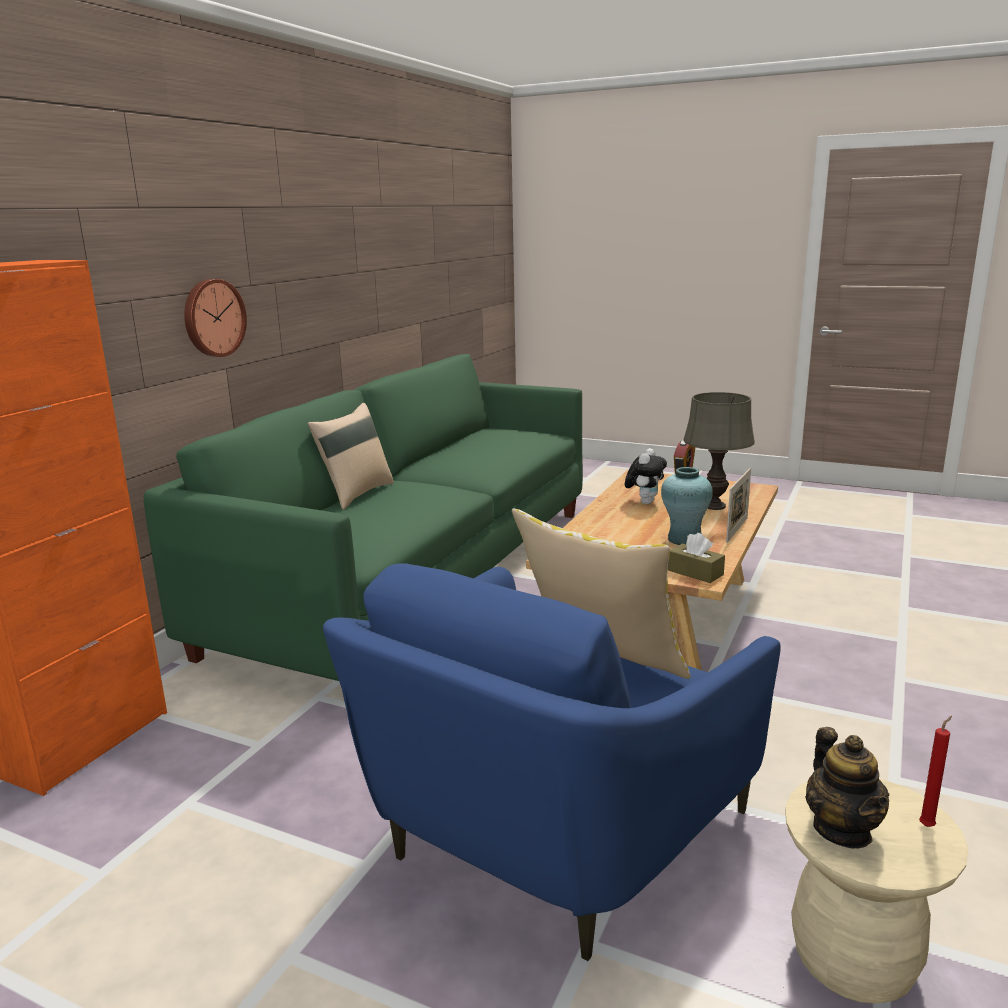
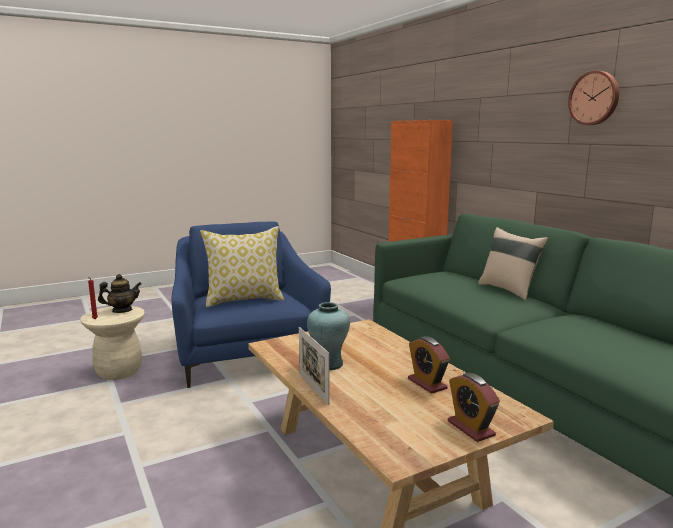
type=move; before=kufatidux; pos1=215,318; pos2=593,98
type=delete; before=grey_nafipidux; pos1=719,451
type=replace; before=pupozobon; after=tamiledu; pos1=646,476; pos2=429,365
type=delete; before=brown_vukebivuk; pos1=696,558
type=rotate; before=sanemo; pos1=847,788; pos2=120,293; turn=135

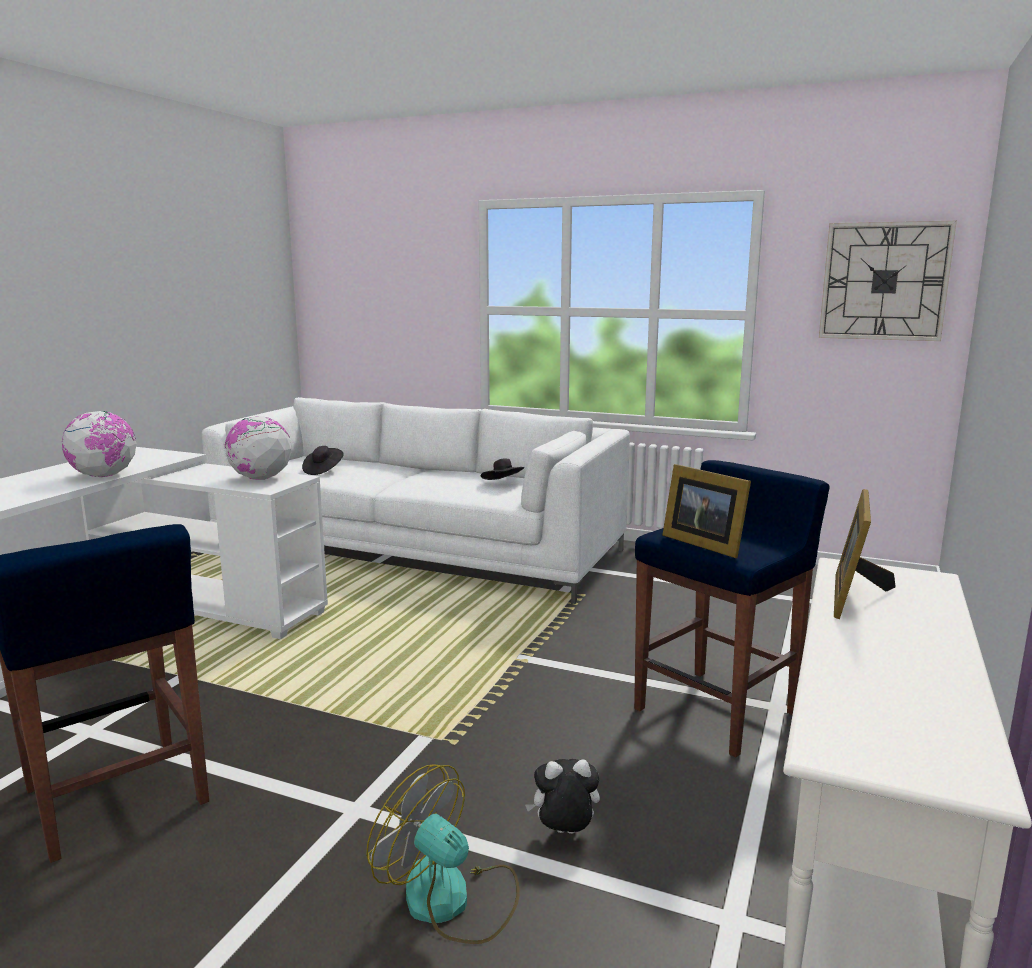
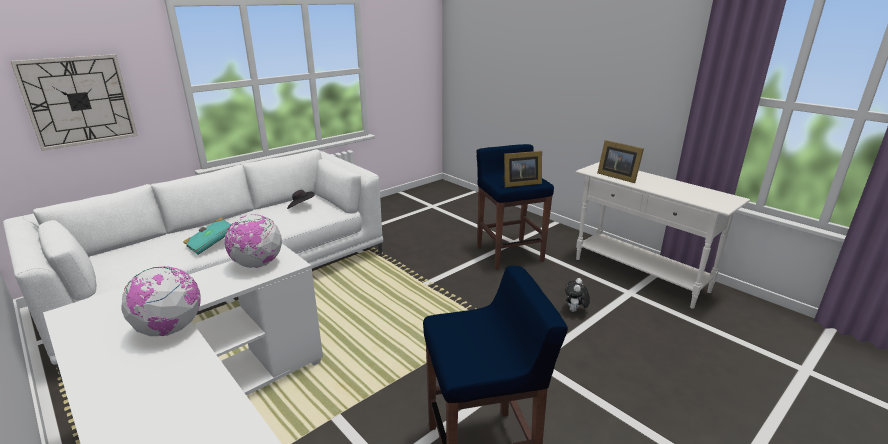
type=move; before=kufatidux; pos1=888,281; pos2=74,102
type=delete; before=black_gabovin; pos1=322,460
type=delete; before=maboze; pos1=443,854
type=insert; after=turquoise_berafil; pos2=207,236

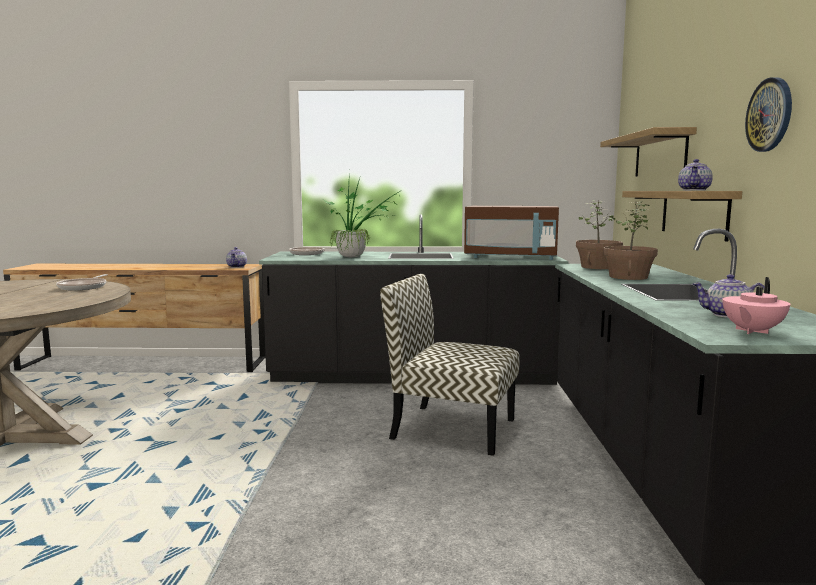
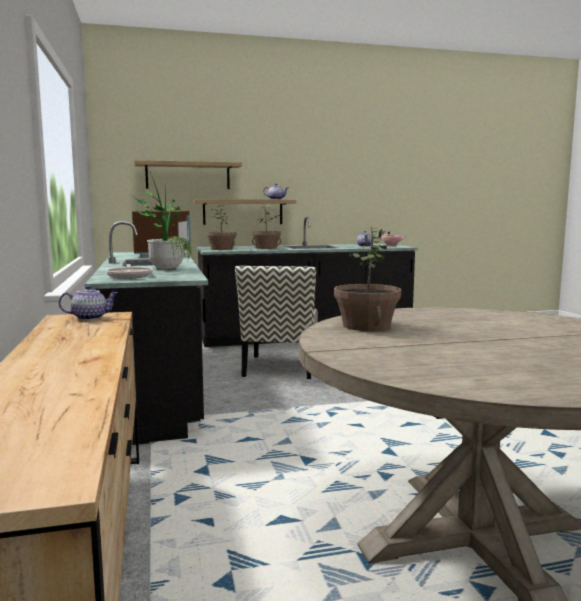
type=delete; before=kufatidux; pos1=768,114
type=replace; before=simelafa; after=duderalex; pos1=82,282; pos2=367,279

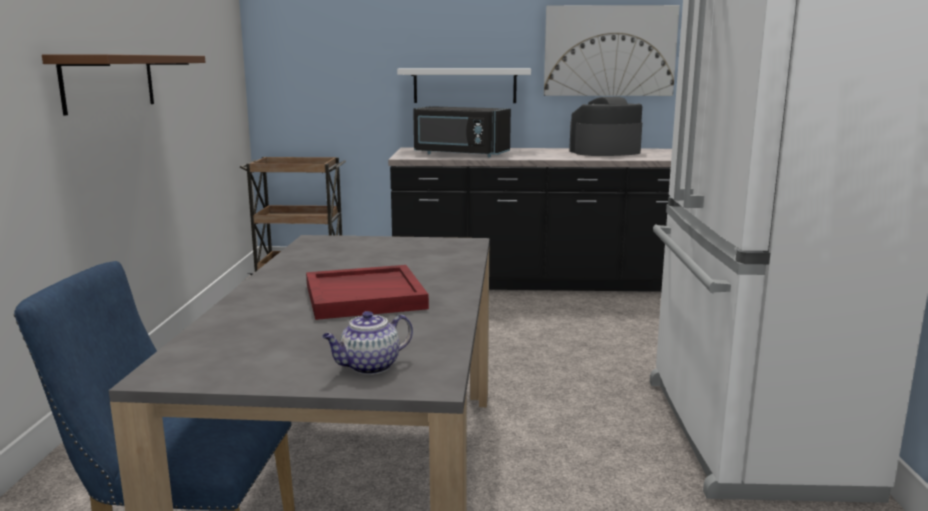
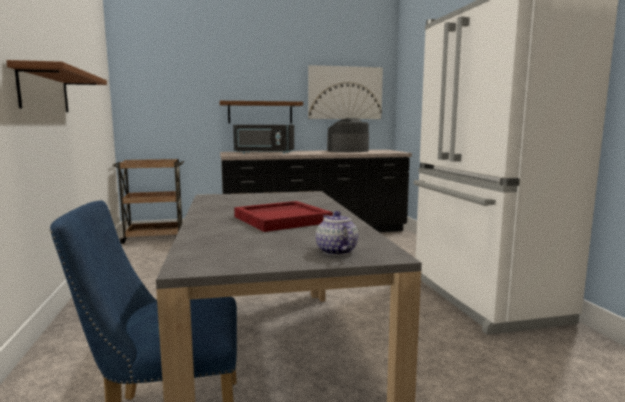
type=recolor; before=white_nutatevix; after=brown_nutatevix; pos1=464,85; pos2=261,112
type=rotate; before=sanemo; pos1=367,343; pos2=337,233; turn=120

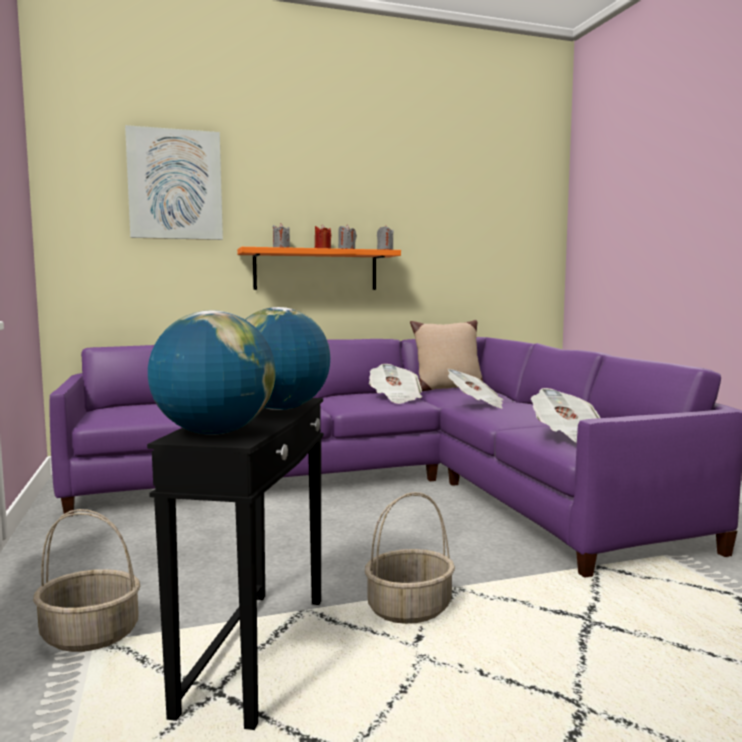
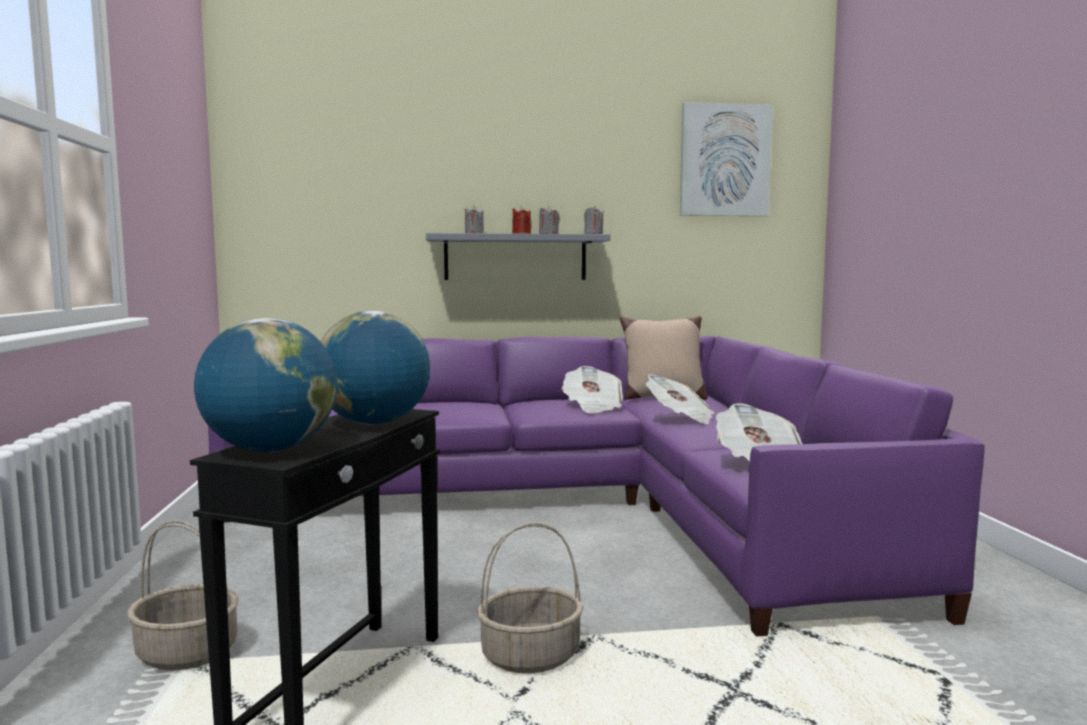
type=move; before=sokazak; pos1=174,182; pos2=726,159
type=recolor; before=orange_nutatevix; after=grey_nutatevix; pos1=319,268; pos2=518,256

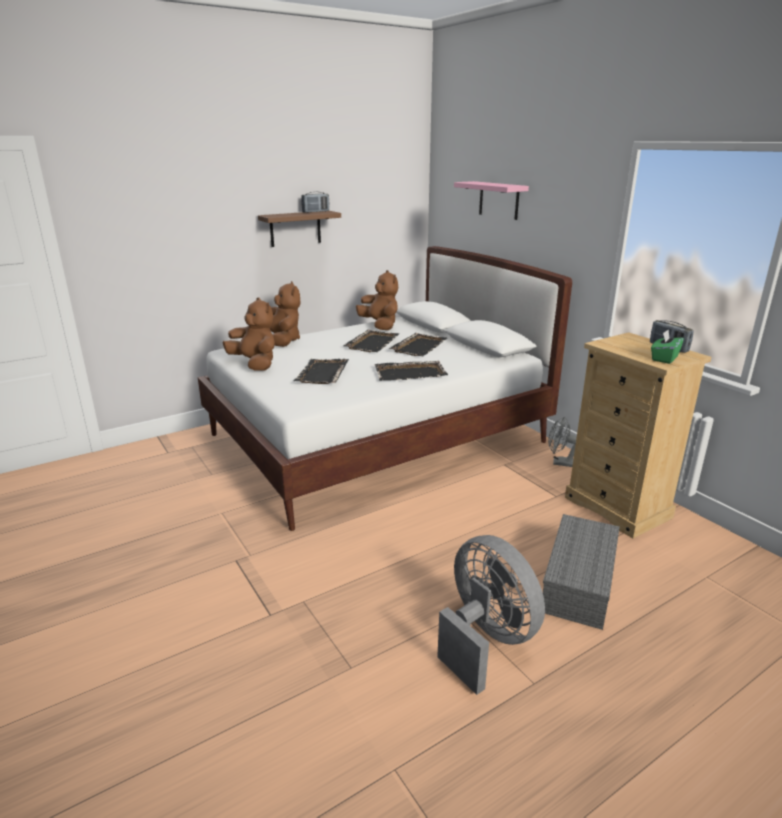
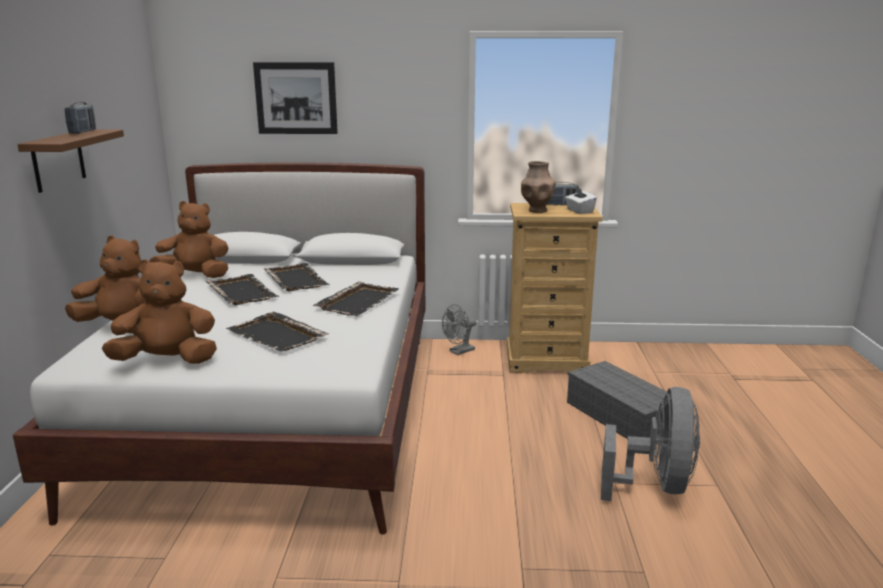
type=replace; before=pink_nutatevix; after=sokazak; pos1=491,200; pos2=295,98
type=recolor; before=green_vukebivuk; after=white_vukebivuk; pos1=667,347; pos2=581,200
type=rotate; before=grey_maboze; pos1=491,615; pos2=650,444; turn=105
type=insert; after=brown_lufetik; pos2=538,187

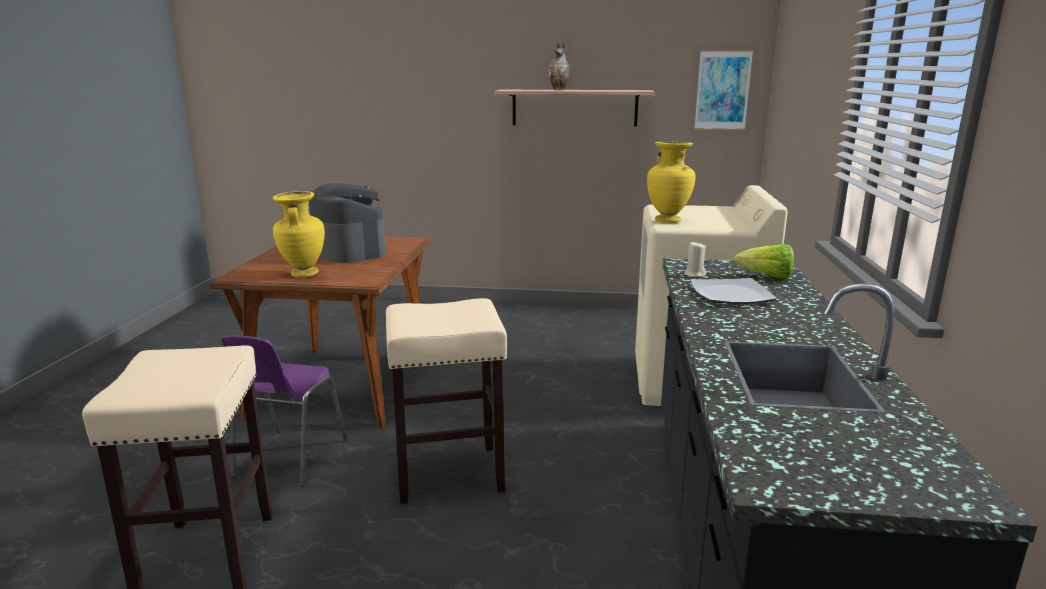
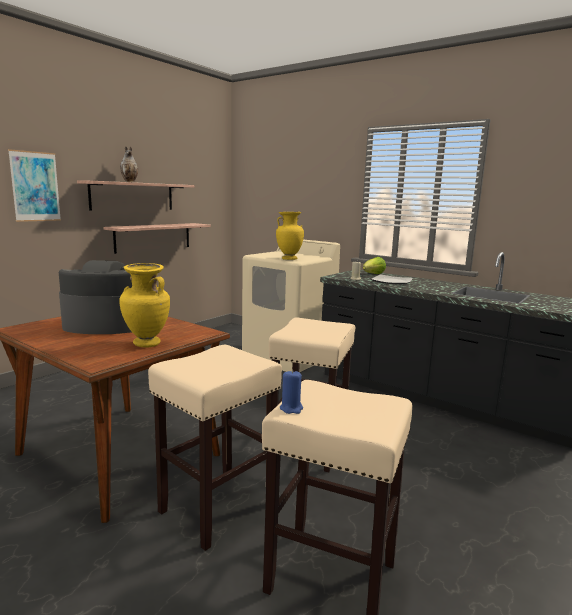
type=move; before=sokazak; pos1=723,90; pos2=34,185
type=replace; before=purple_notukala; after=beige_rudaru; pos1=284,411; pos2=215,448
type=insert; after=nutatevix; pos2=157,238
type=insert; after=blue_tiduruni; pos2=291,392

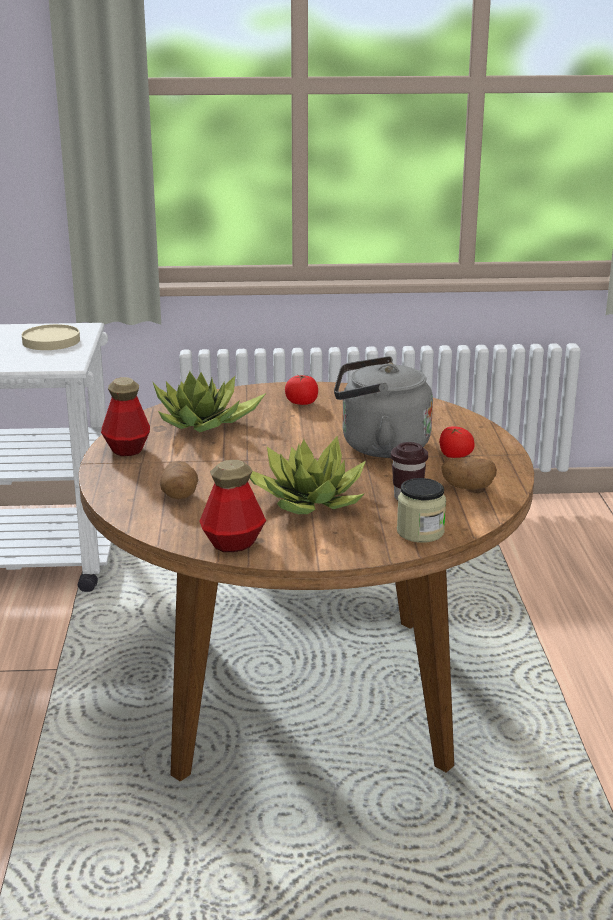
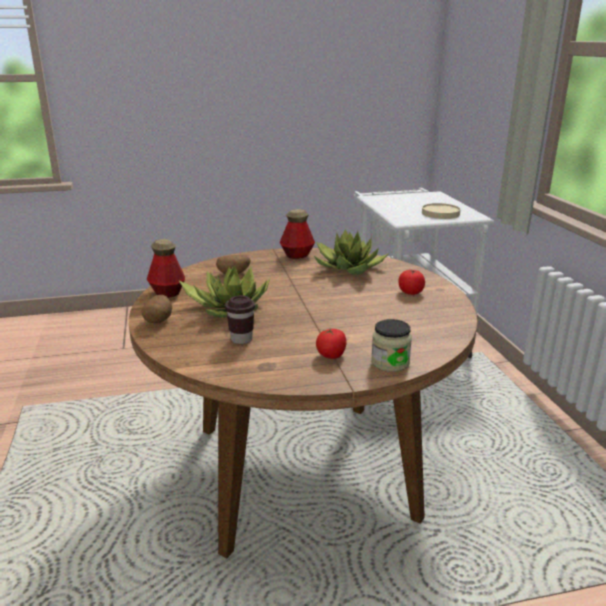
type=delete; before=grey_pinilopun; pos1=383,407
type=move; before=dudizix; pos1=469,473; pos2=156,309
type=move; before=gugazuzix; pos1=421,510; pos2=391,345

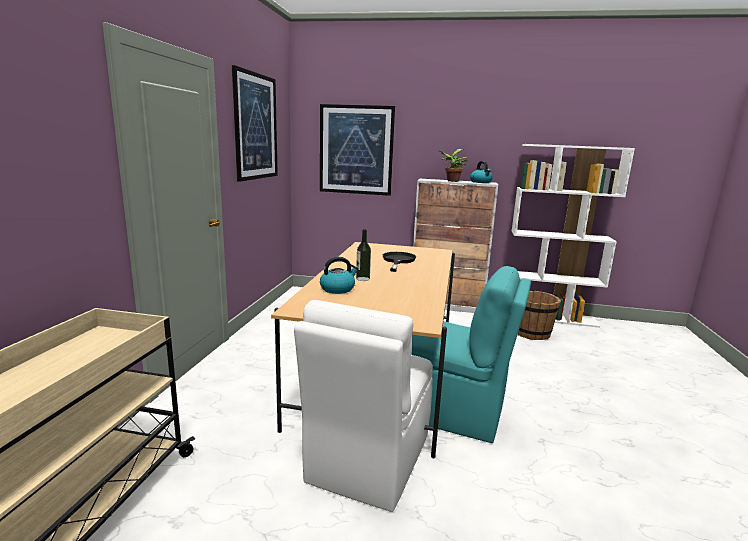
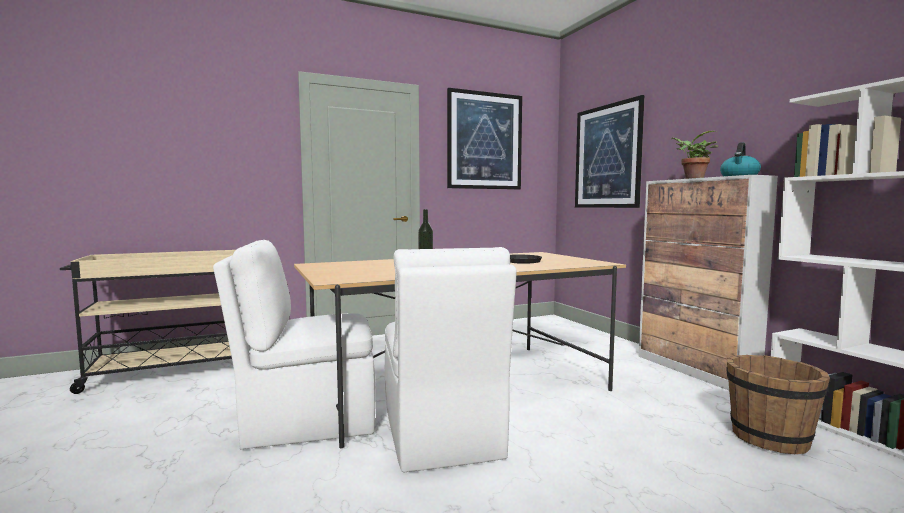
type=delete; before=pinilopun; pos1=339,275
type=recolor; before=turquoise_notukala; after=white_notukala; pos1=471,354; pos2=450,359

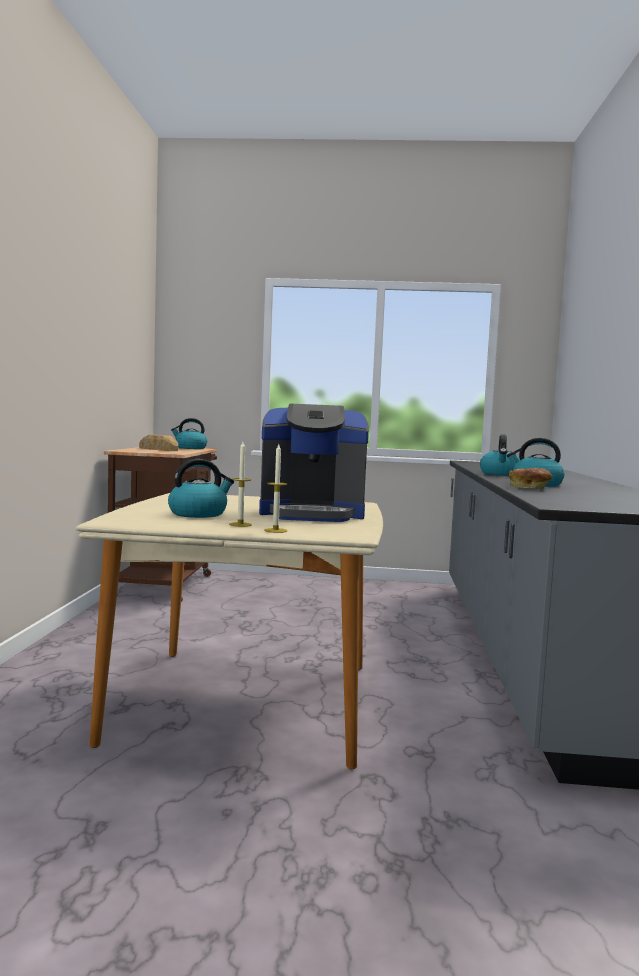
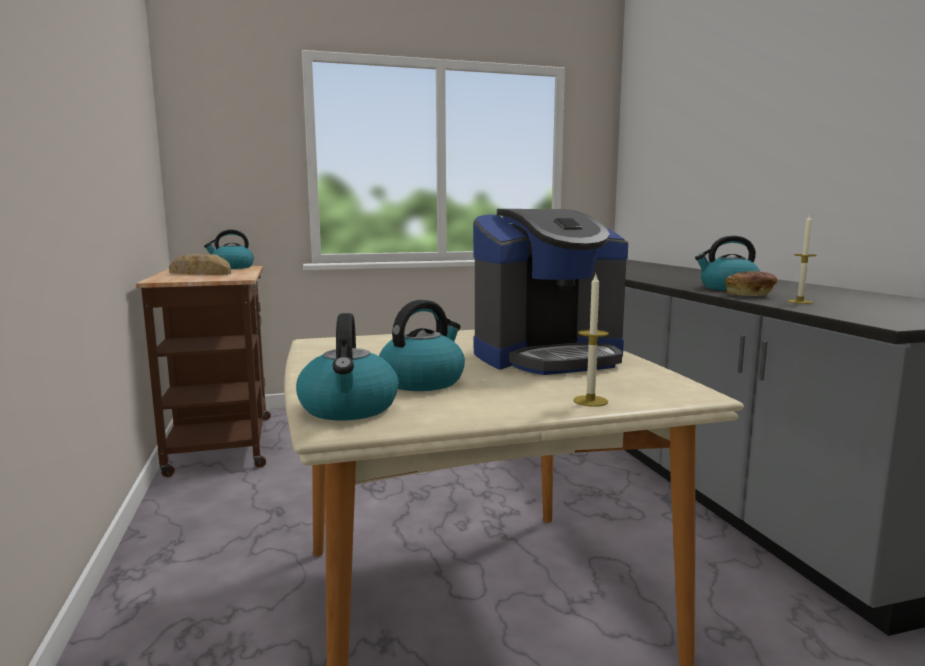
type=move; before=pinilopun; pos1=500,455; pos2=347,366
type=move; before=tiduruni; pos1=240,484; pos2=802,259

